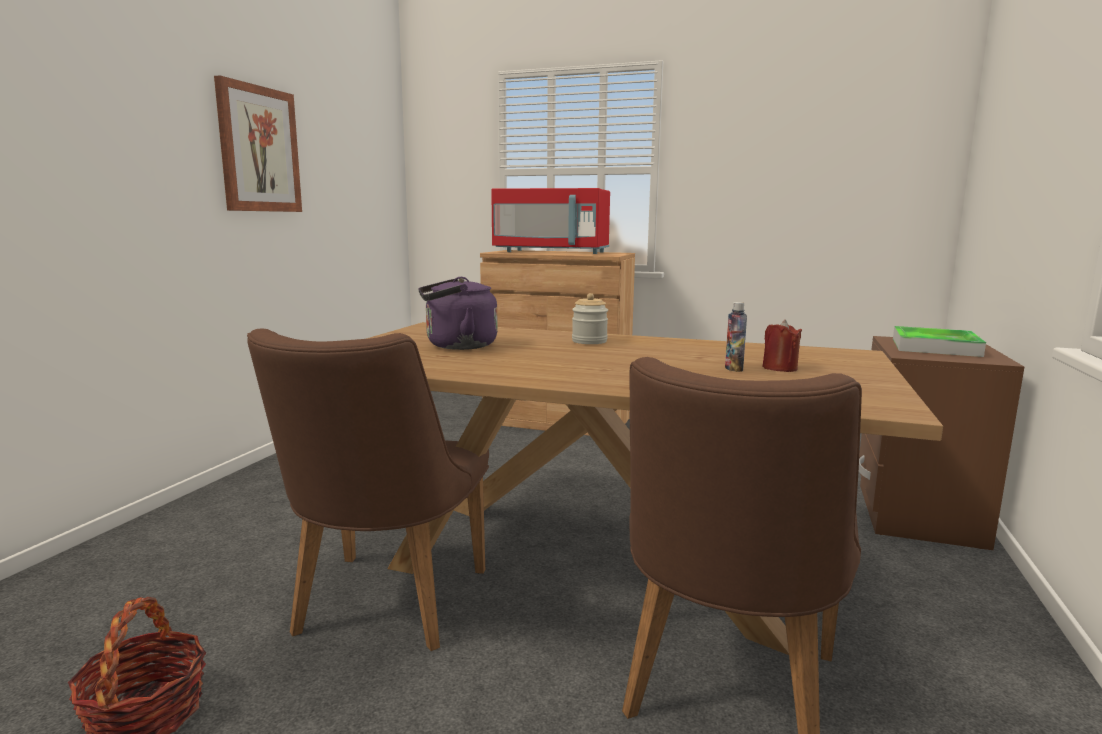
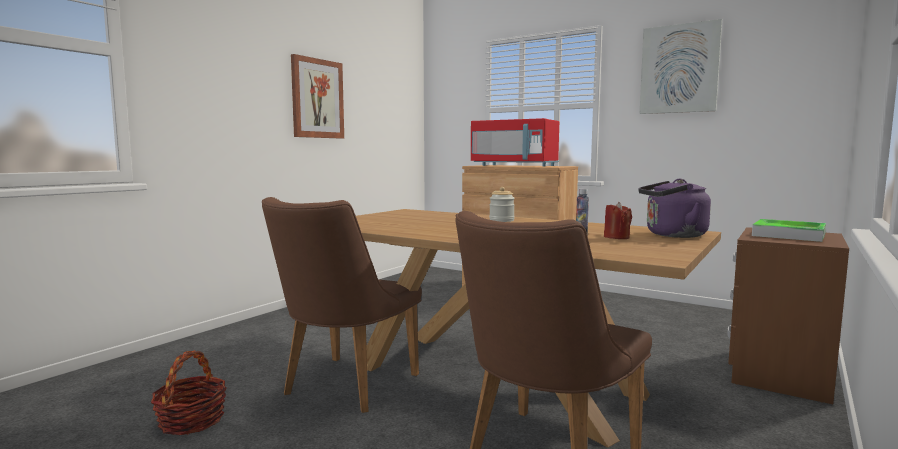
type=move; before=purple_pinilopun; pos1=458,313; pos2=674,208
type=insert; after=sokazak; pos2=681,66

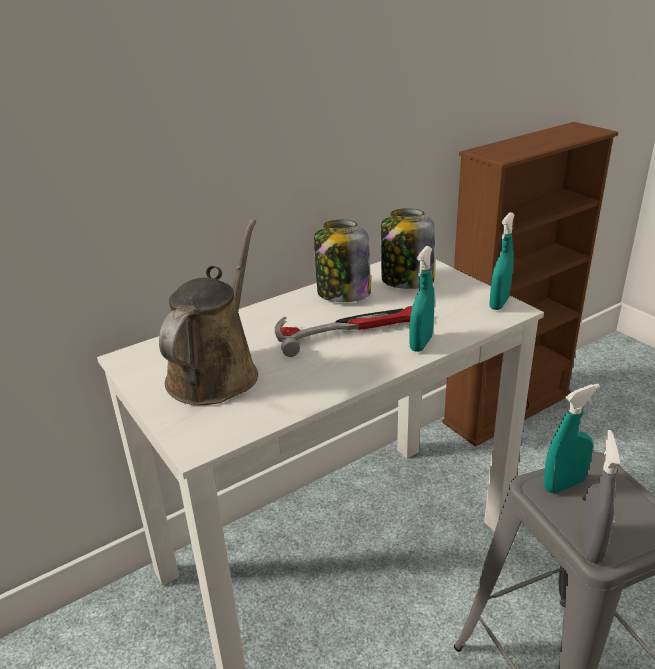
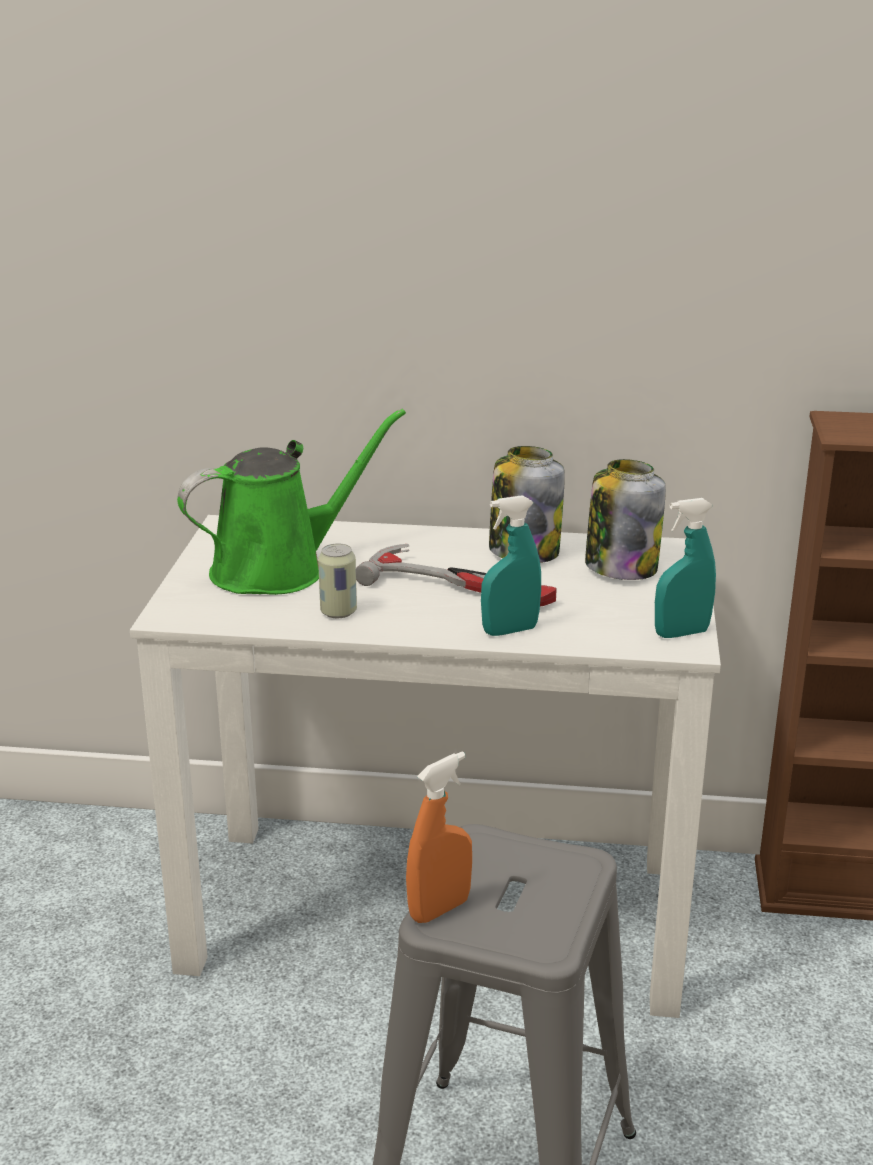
type=recolor; before=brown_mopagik; after=green_mopagik; pos1=208,312; pos2=291,502
type=delete; before=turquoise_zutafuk; pos1=572,438
type=recolor; before=grey_zutafuk; after=orange_zutafuk; pos1=600,496; pos2=439,837
type=insert; after=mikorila; pos2=337,581

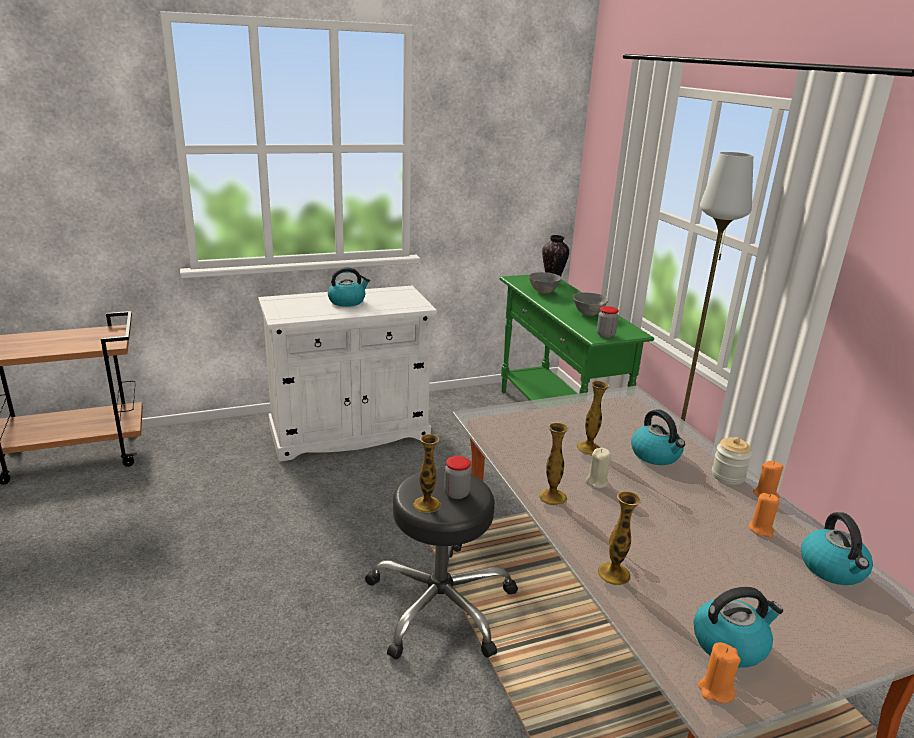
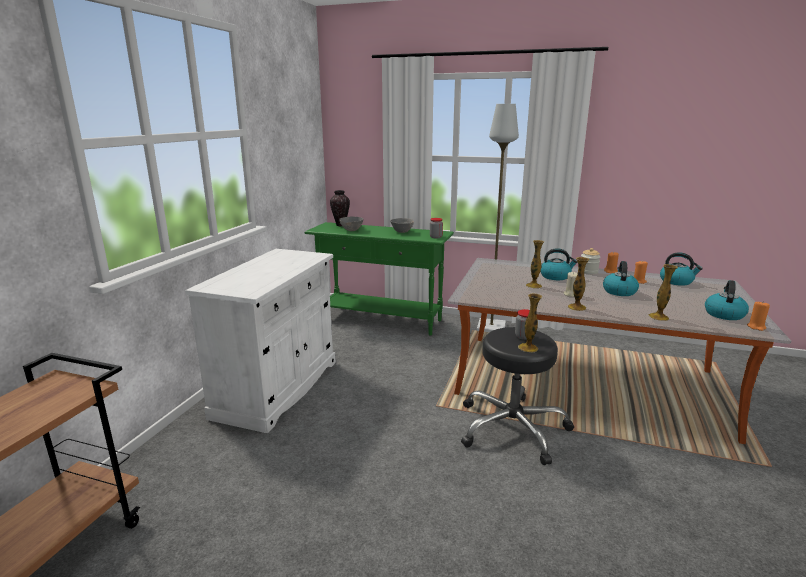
type=move; before=pinilopun; pos1=349,287; pos2=621,278

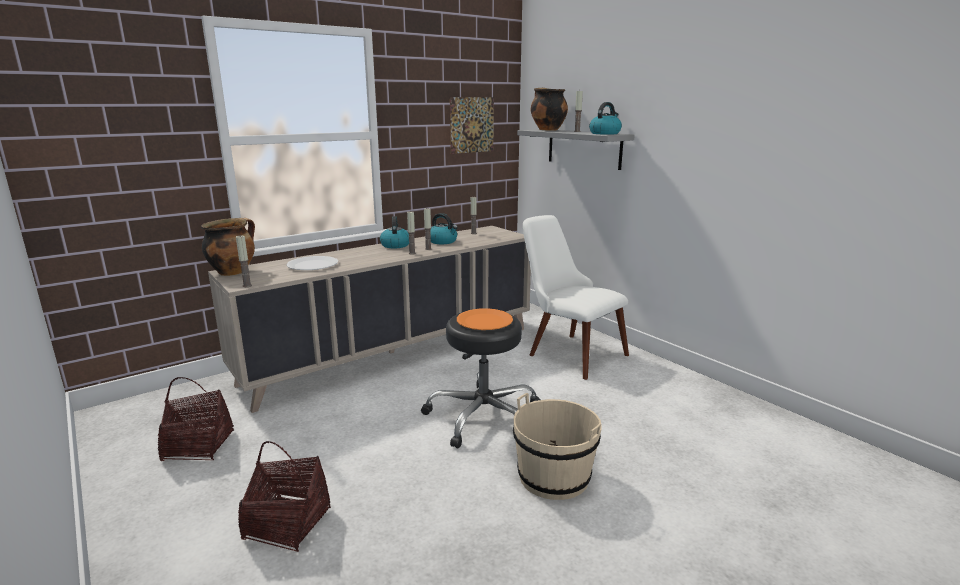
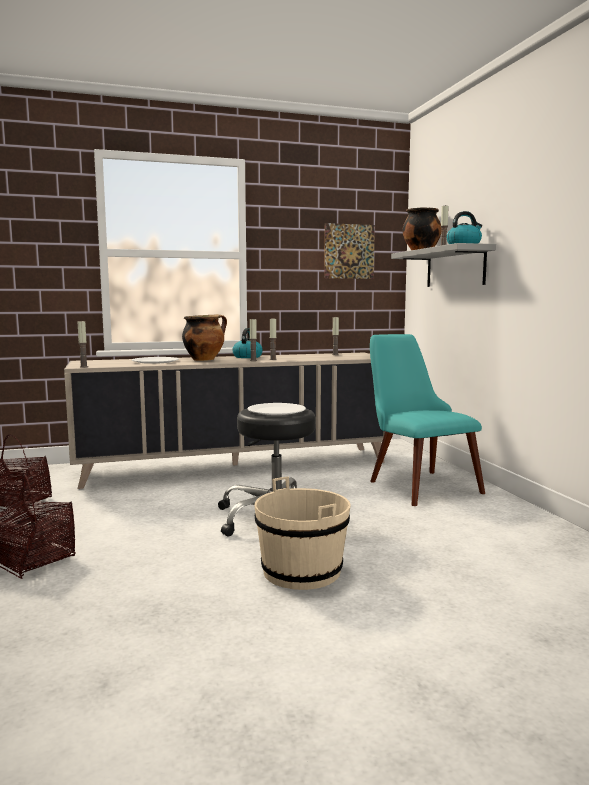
type=delete; before=pinilopun; pos1=444,228
type=recolor; before=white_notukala; after=turquoise_notukala; pos1=576,297; pos2=427,420
type=move; before=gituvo; pos1=228,247; pos2=204,337
type=recolor; before=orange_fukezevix; after=white_fukezevix; pos1=485,319; pos2=277,409

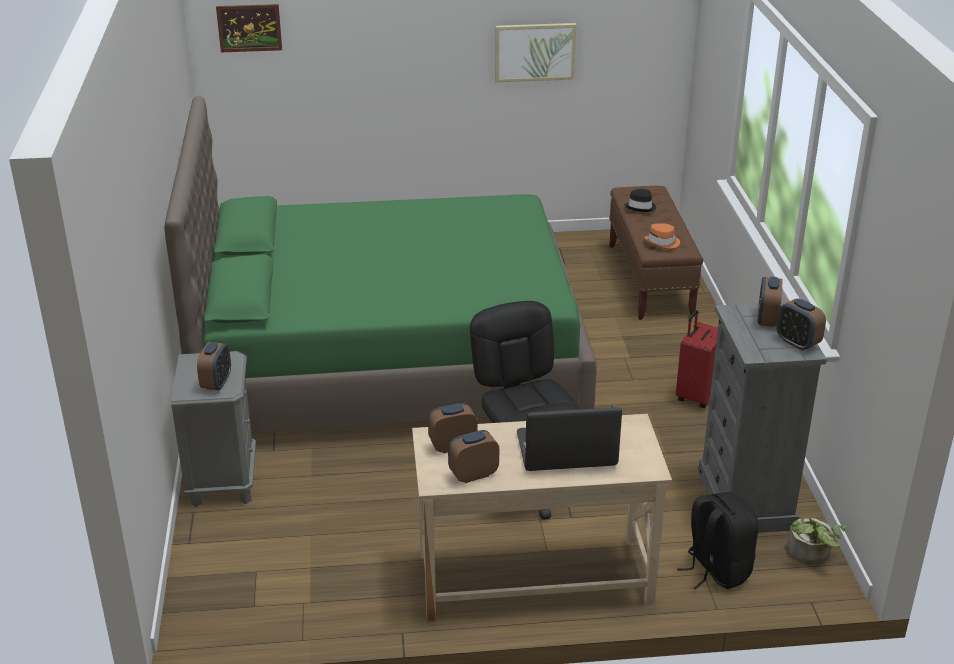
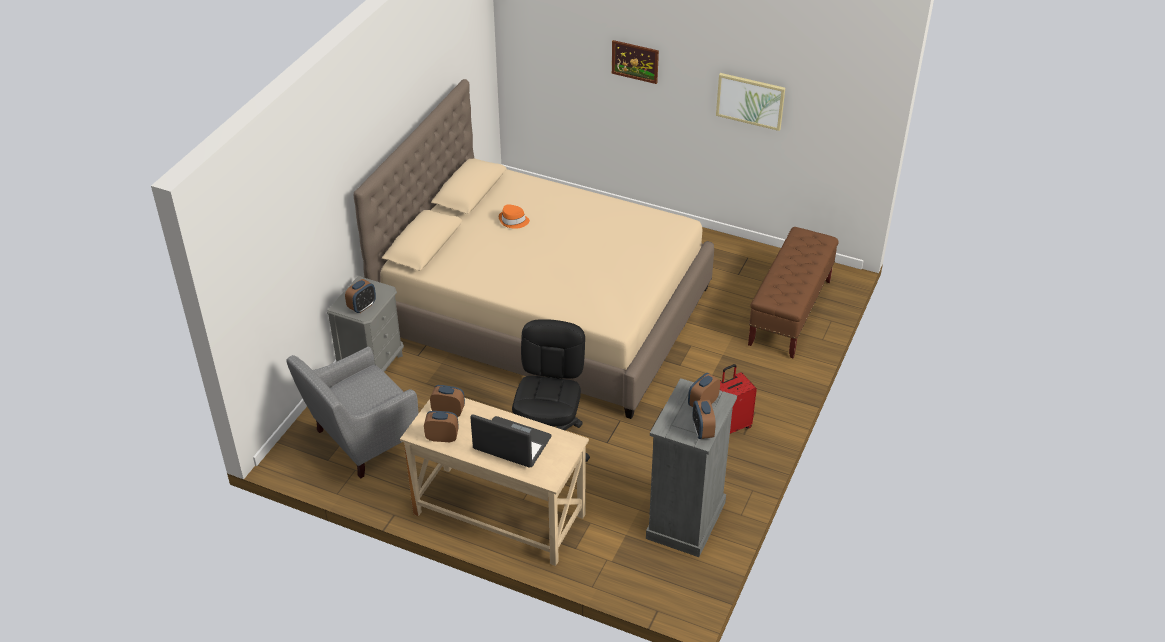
type=move; before=sokazak; pos1=249,28; pos2=635,62
type=recolor; before=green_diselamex; after=beige_diselamex; pos1=380,264; pos2=534,249
type=delete; before=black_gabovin; pos1=640,200
type=move; before=orange_gabovin; pos1=662,236; pos2=514,216
type=delete; before=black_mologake; pos1=717,541
type=delete; before=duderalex; pos1=817,541
type=insert; after=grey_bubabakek; pos2=352,413

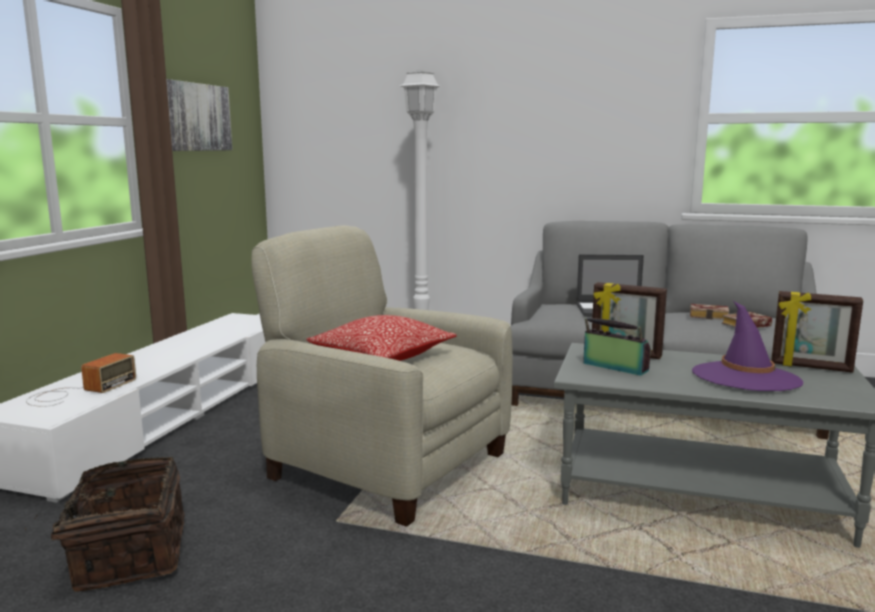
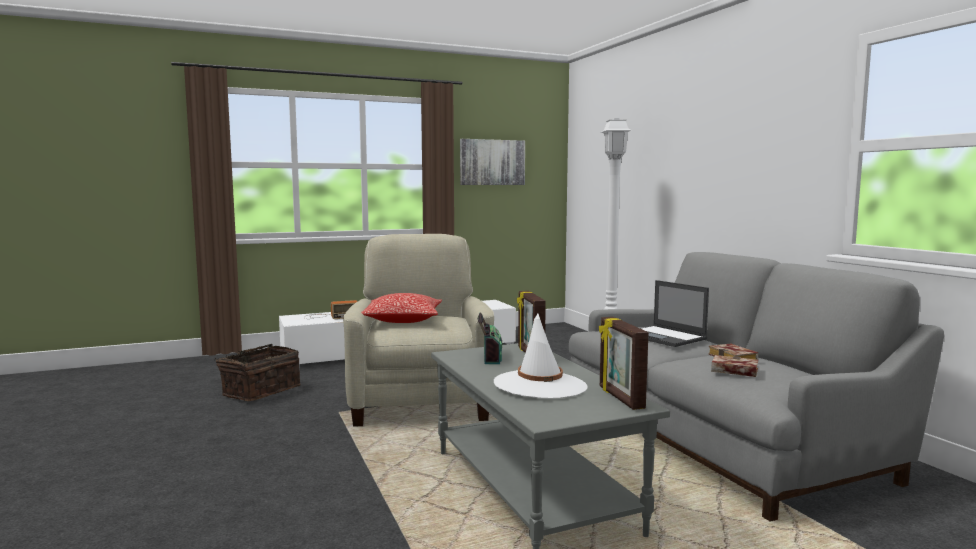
type=recolor; before=purple_gabovin; after=white_gabovin; pos1=747,346; pos2=540,356

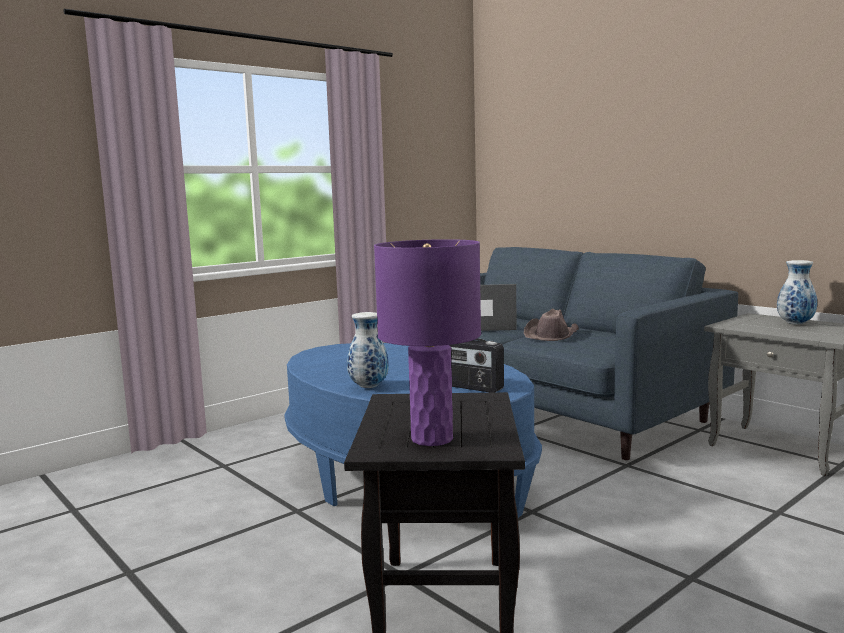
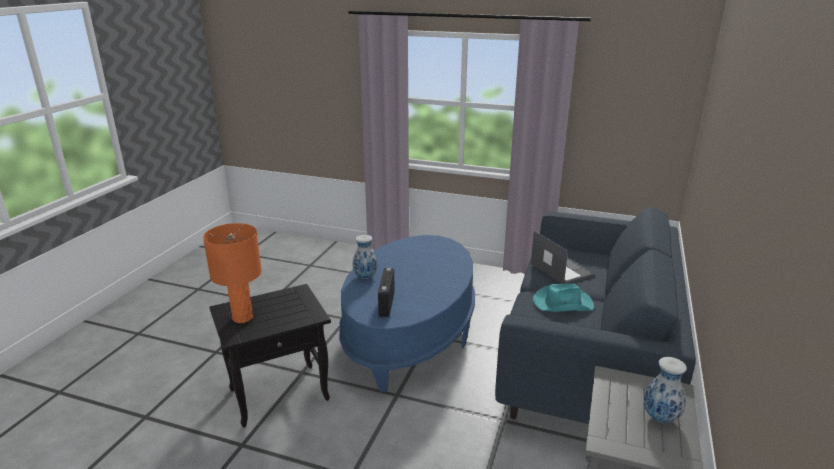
type=recolor; before=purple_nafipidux; after=orange_nafipidux; pos1=427,342; pos2=232,273
type=recolor; before=brown_gabovin; after=turquoise_gabovin; pos1=551,325; pos2=563,297

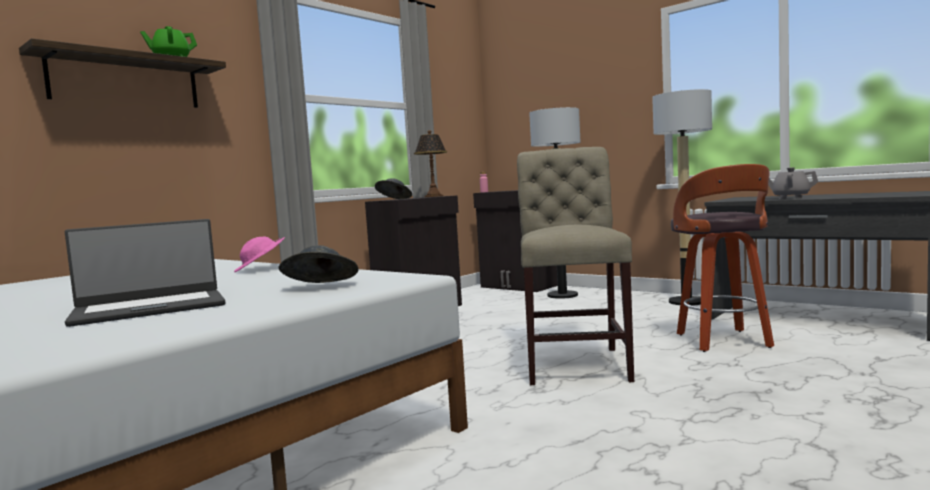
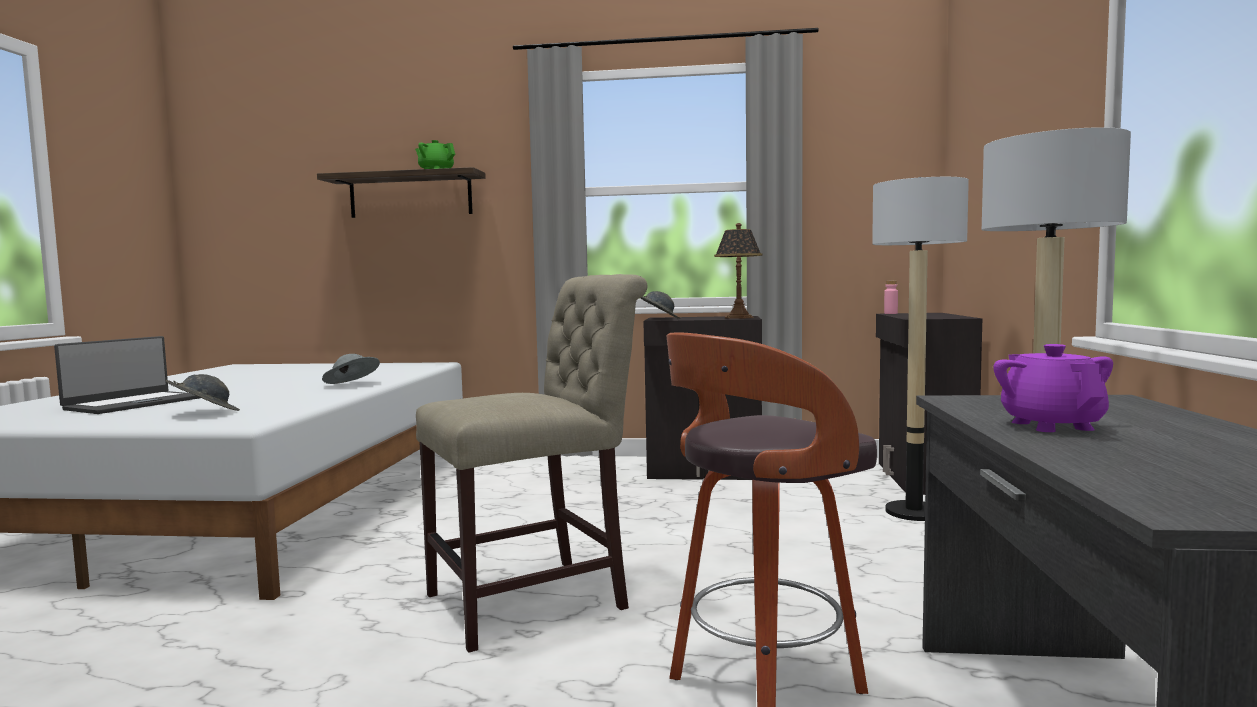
type=recolor; before=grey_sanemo; after=purple_sanemo; pos1=793,183; pos2=1053,388
type=rotate; before=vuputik; pos1=145,273; pos2=127,375; turn=-90
type=recolor; before=pink_gabovin; after=grey_gabovin; pos1=259,254; pos2=351,369

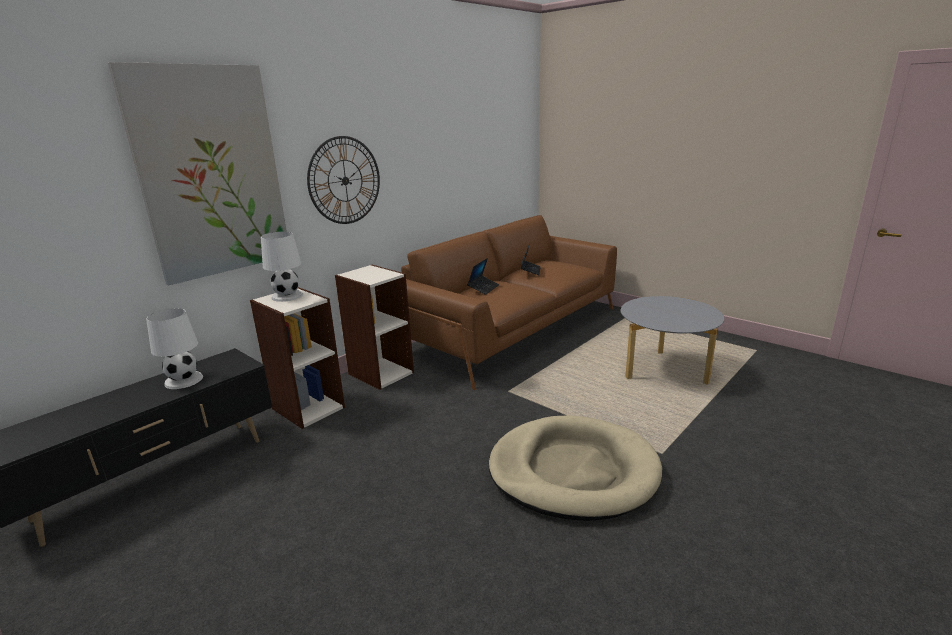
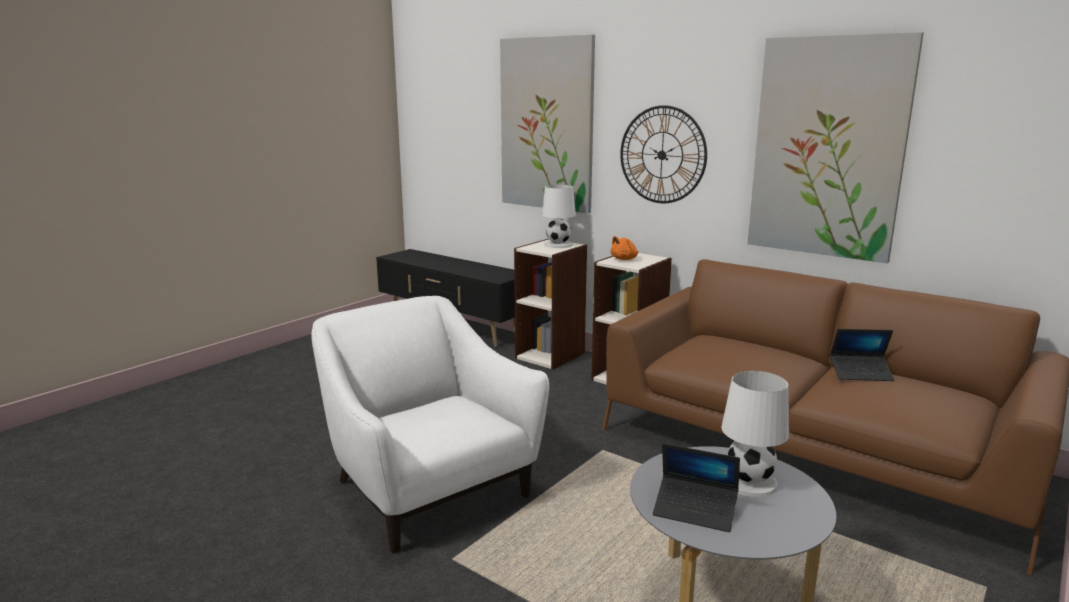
type=move; before=vuputik; pos1=483,276; pos2=696,487
type=move; before=white_nafipidux; pos1=174,348; pos2=755,434
type=replace; before=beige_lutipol; after=white_bubabakek; pos1=575,468; pos2=430,424
type=insert; after=sokazak; pos2=835,147
type=insert; after=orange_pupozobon; pos2=624,248

